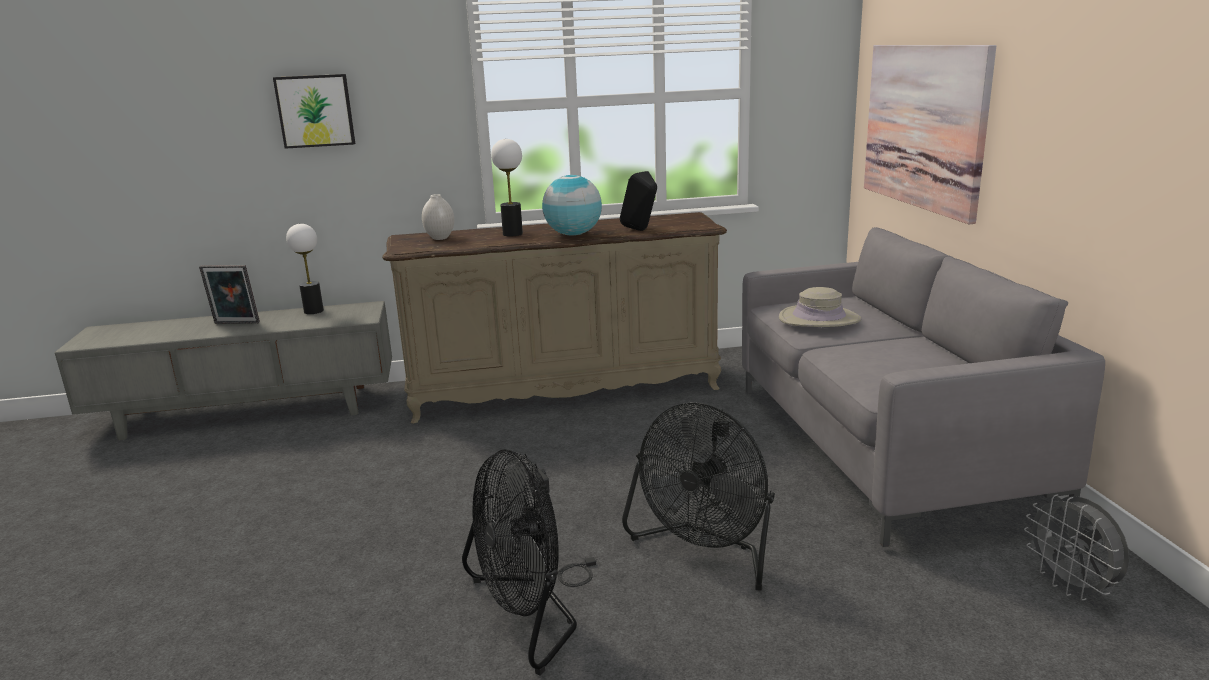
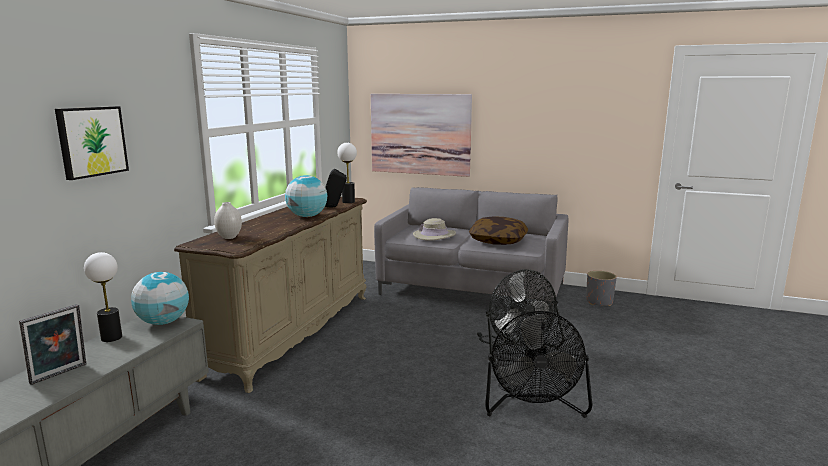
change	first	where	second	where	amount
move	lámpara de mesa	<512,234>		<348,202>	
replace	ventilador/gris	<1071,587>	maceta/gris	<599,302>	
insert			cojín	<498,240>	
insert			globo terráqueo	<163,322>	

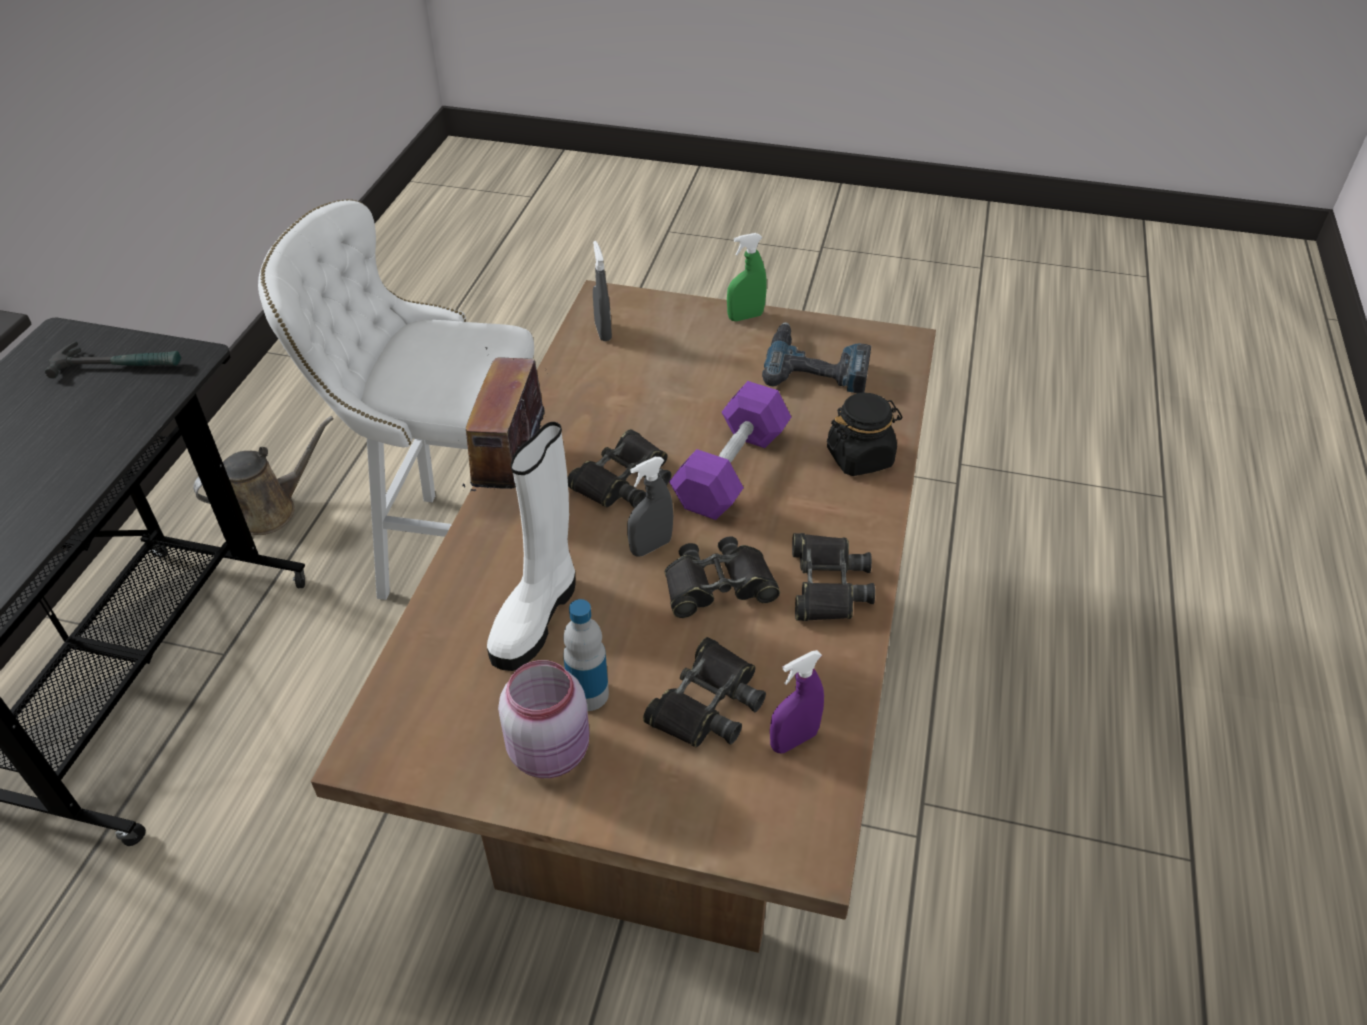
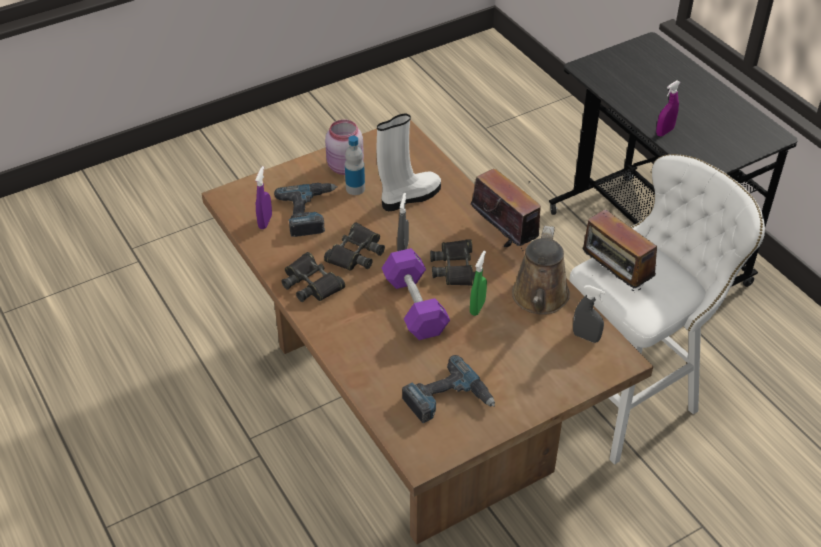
change	first	where	second	where	amount
move	pulverizador/verde	<745,317>		<477,307>	
delete	martillo	<119,365>			
delete	tarro/negro	<860,457>			
move	regadera/marrón	<269,510>		<539,299>	
rotate	bota/blanco	<536,616>		<409,197>	75 degrees clockwise
replace	prismáticos/negro	<707,703>	taladro	<309,212>	
insert			pulverizador/morado	<664,132>	
insert			radio	<614,279>	

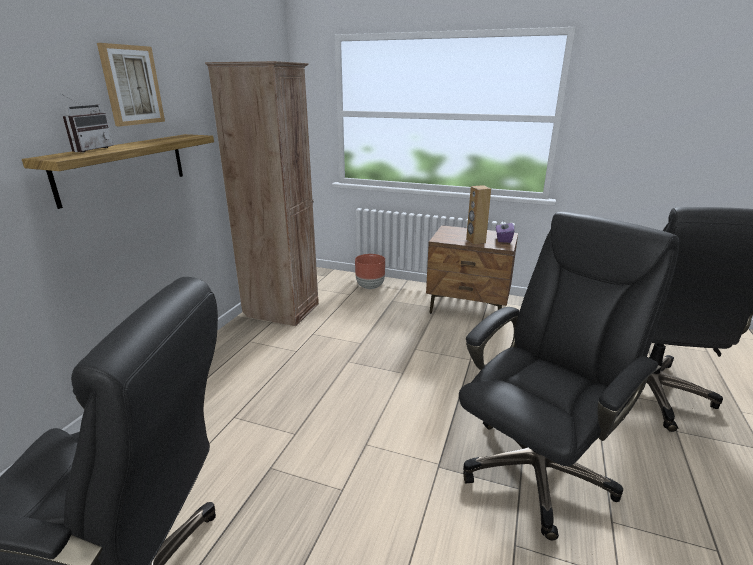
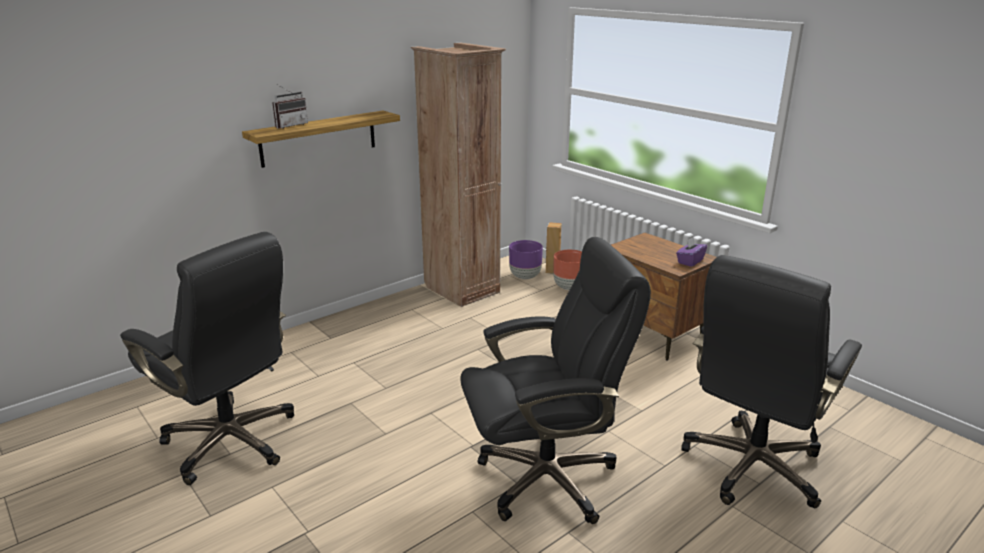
change	first	where	second	where	amount
delete	cuadro	<131,85>			
move	altavoz/marrón	<475,241>		<552,270>	
insert			maceta/morado	<525,277>	

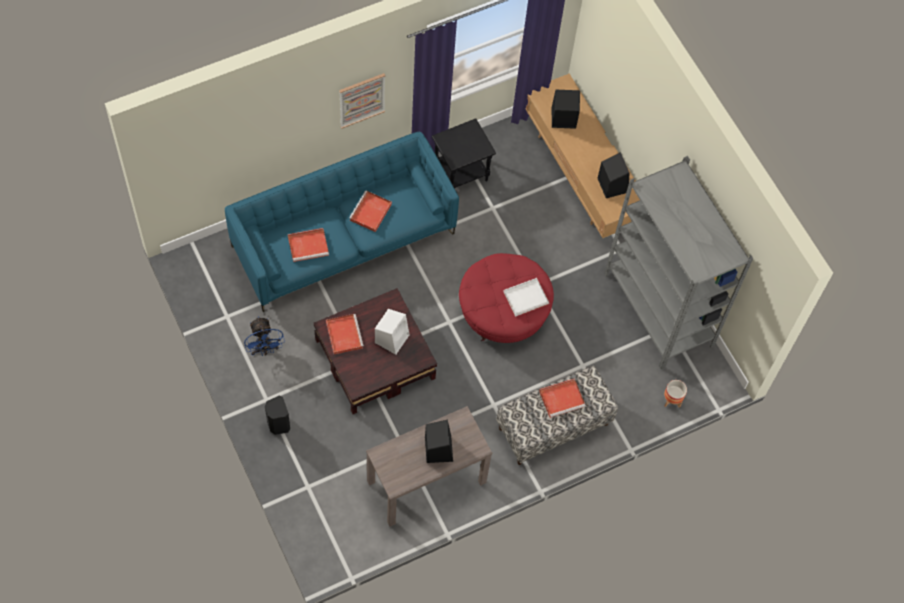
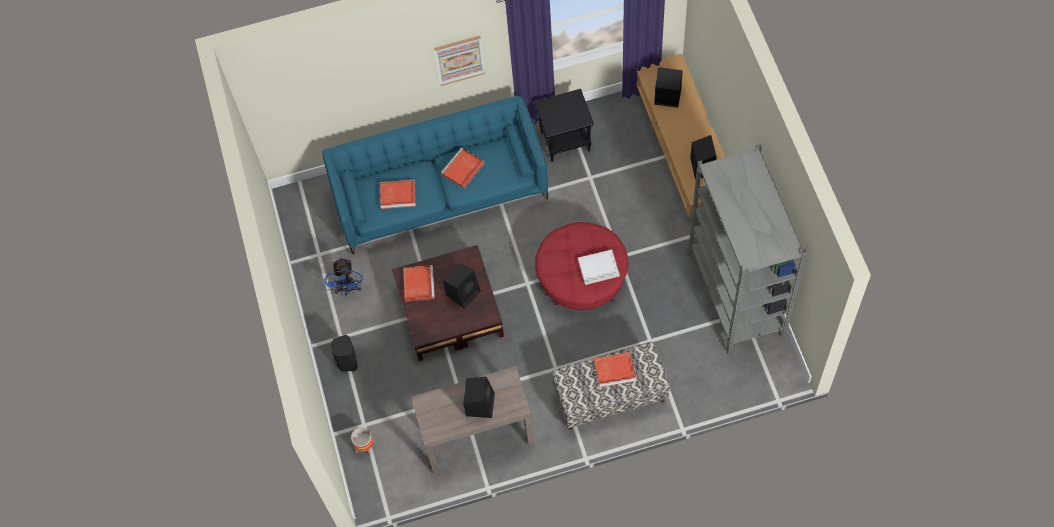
change	first	where	second	where	amount
recolor	altavoz/blanco	<392,338>	altavoz/negro	<463,292>	
move	maceta	<672,400>		<365,446>	

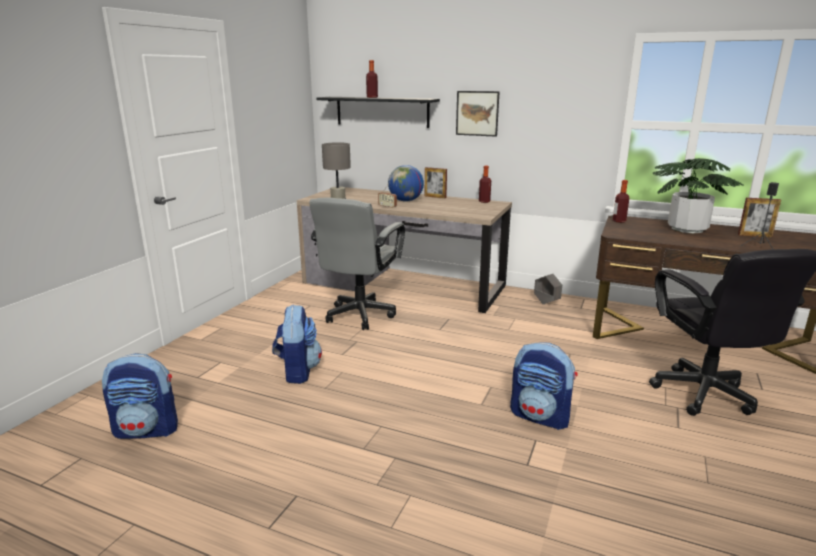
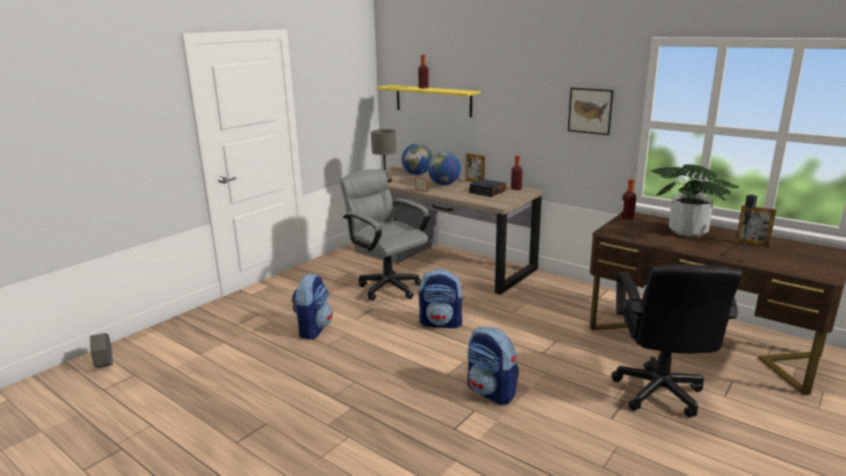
change	first	where	second	where	amount
move	cuadro	<477,113>		<590,111>	
recolor	estante/negro	<382,111>	estante/amarillo	<433,100>	
rotate	silla de oficina/gris	<359,317>		<386,288>	105 degrees clockwise
move	maceta/gris	<546,303>		<105,366>	
move	mochila	<147,430>		<441,323>	
insert			globo terráqueo	<417,174>	
insert			despertador	<488,192>	

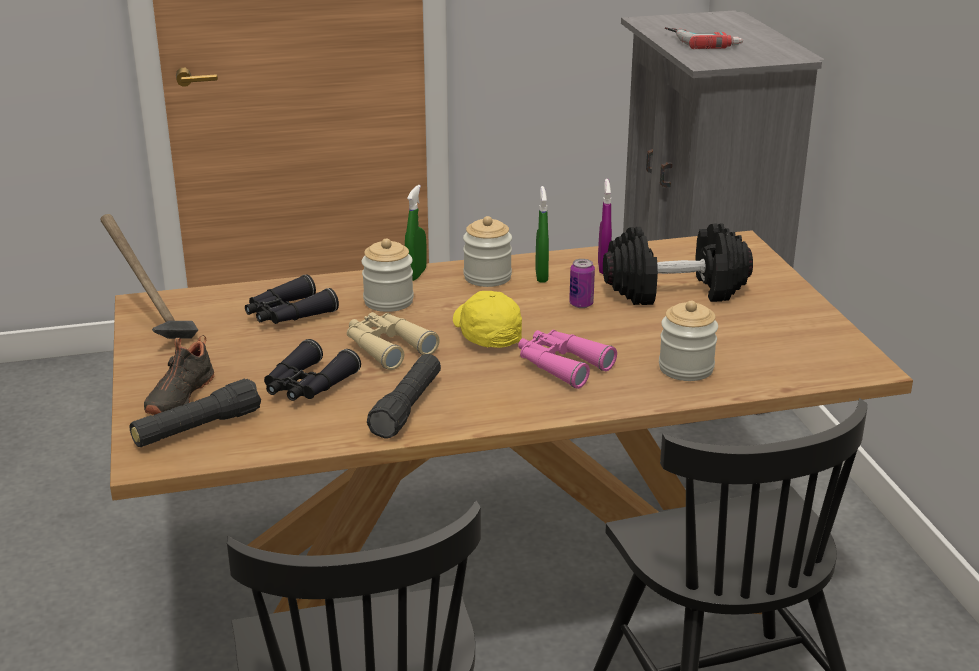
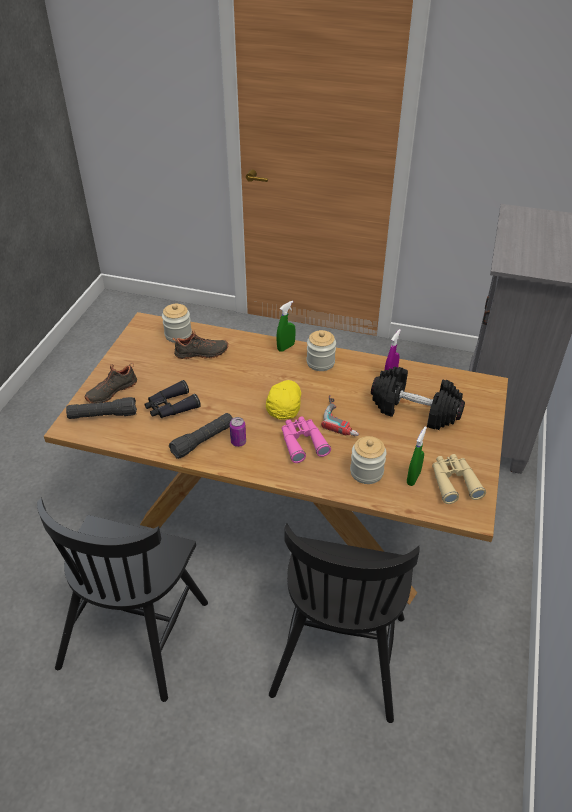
change	first	where	second	where	amount
move	taladro	<703,41>		<342,418>	
move	pulverizador/verde	<541,276>		<413,478>	
delete	martillo	<150,324>			
move	tarro	<388,301>		<178,335>	
move	lata	<581,304>		<238,442>	
replace	prismáticos/negro	<288,314>	zapato/negro	<201,354>	
move	prismáticos/beis	<387,347>		<453,482>	

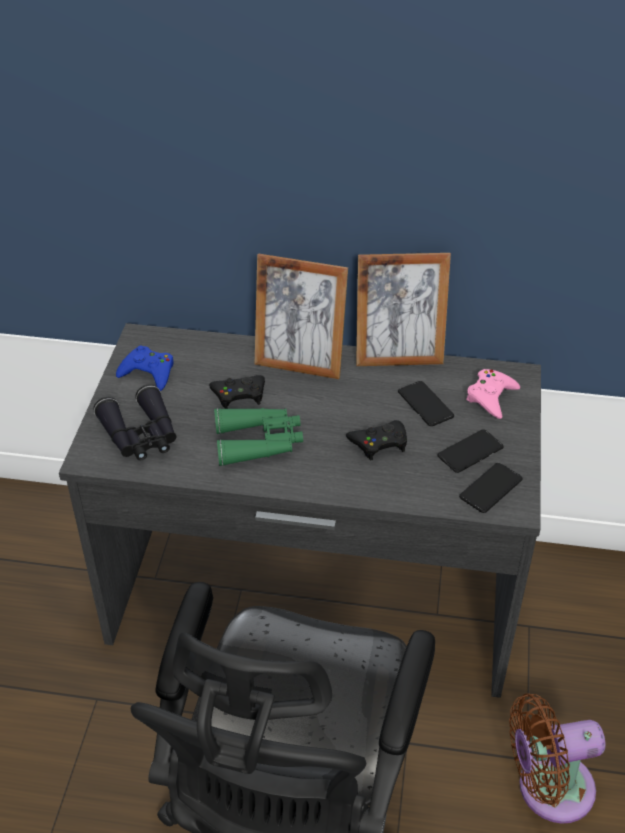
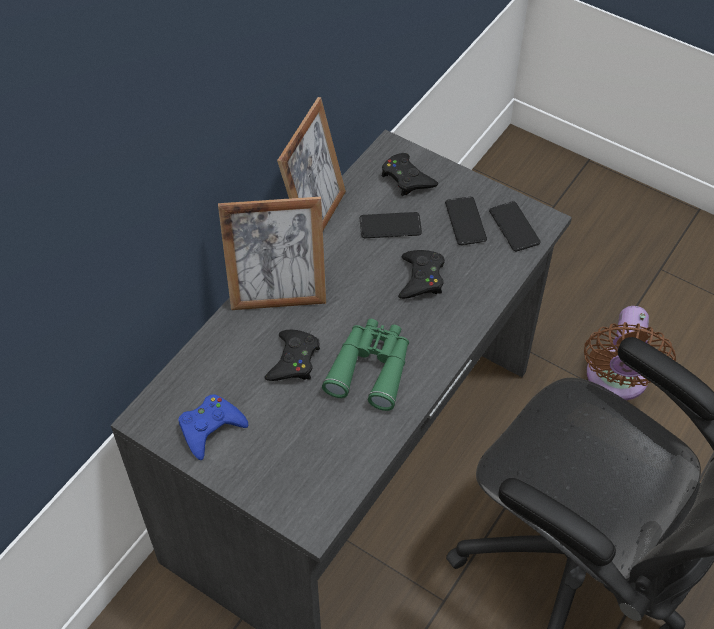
change	first	where	second	where	amount
rotate	portarretratos	<300,363>		<278,295>	45 degrees clockwise
recolor	mando de consola/rosa	<491,397>	mando de consola/negro	<407,178>	
delete	prismáticos/negro	<141,435>			

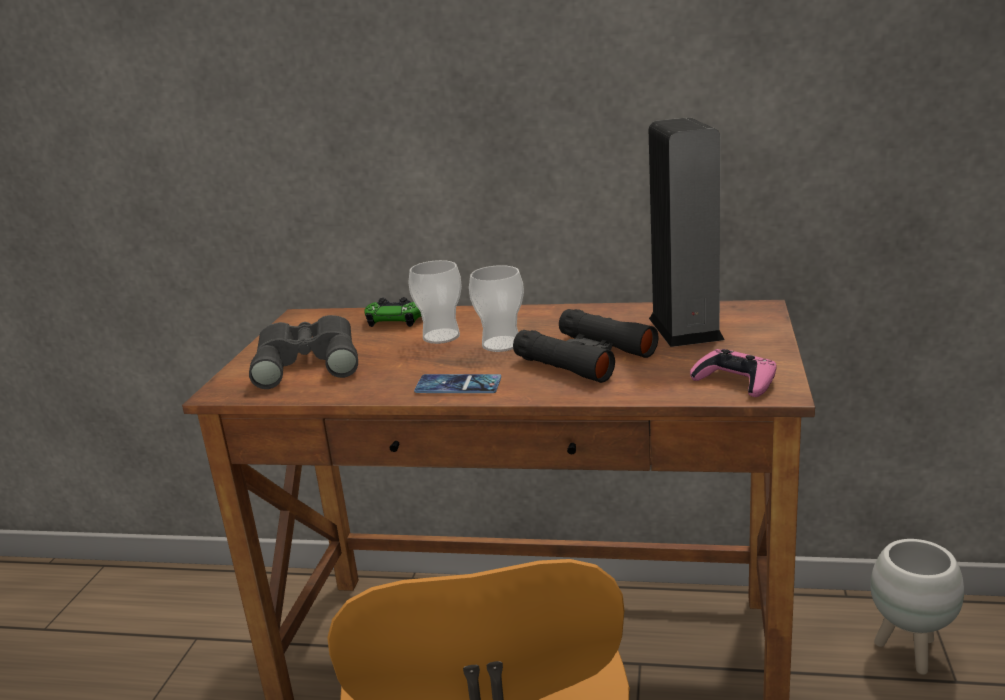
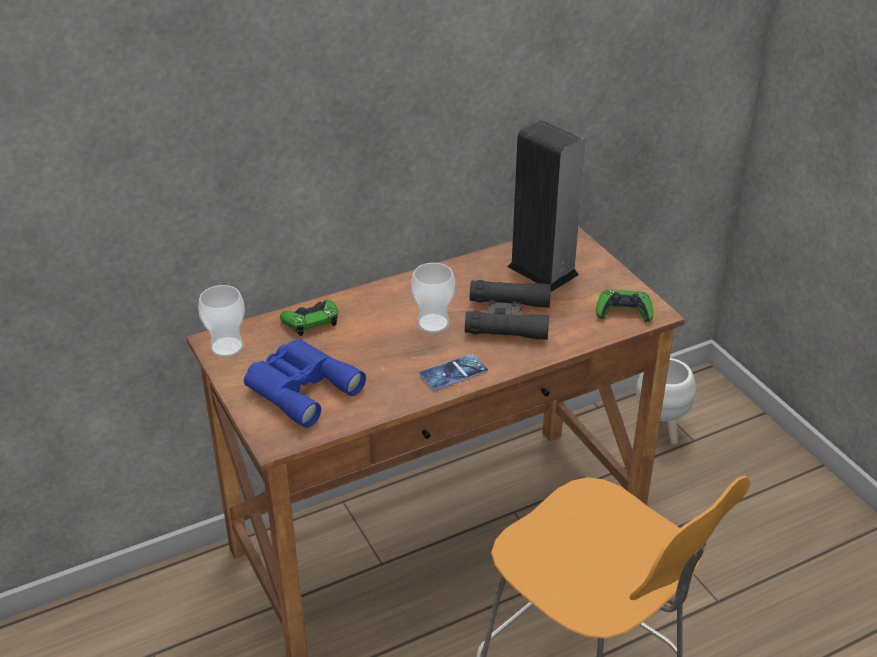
change	first	where	second	where	amount
move	taza	<441,336>		<227,347>	
recolor	prismáticos/gris	<308,360>	prismáticos/azul	<300,387>	
recolor	mando de consola/rosa	<735,381>	mando de consola/verde	<623,311>	

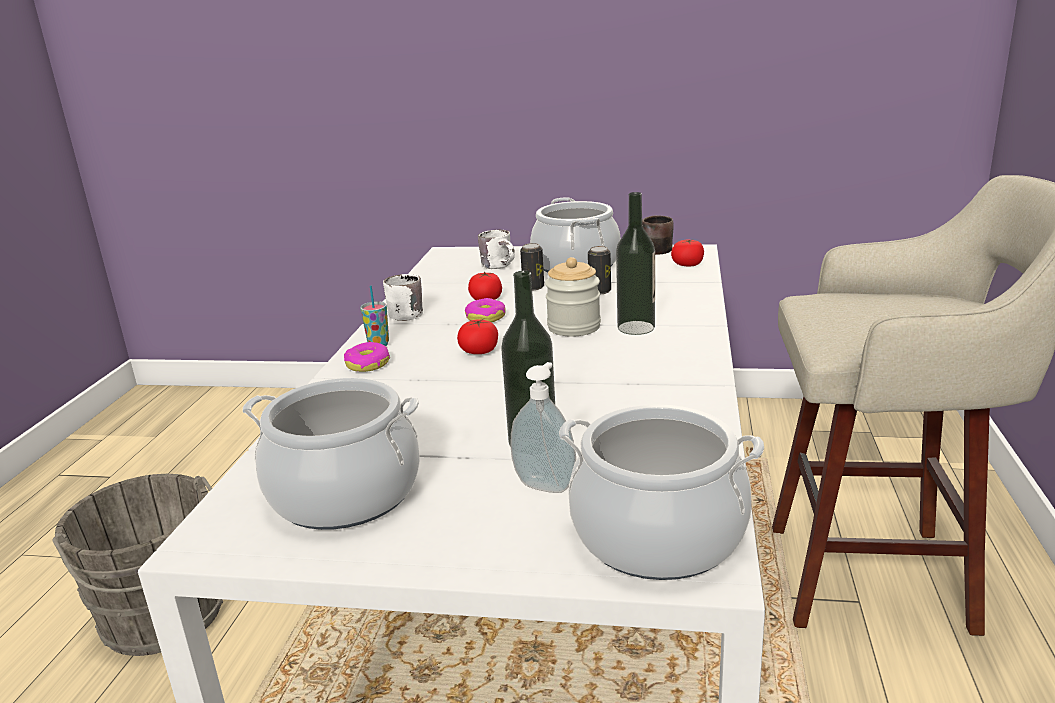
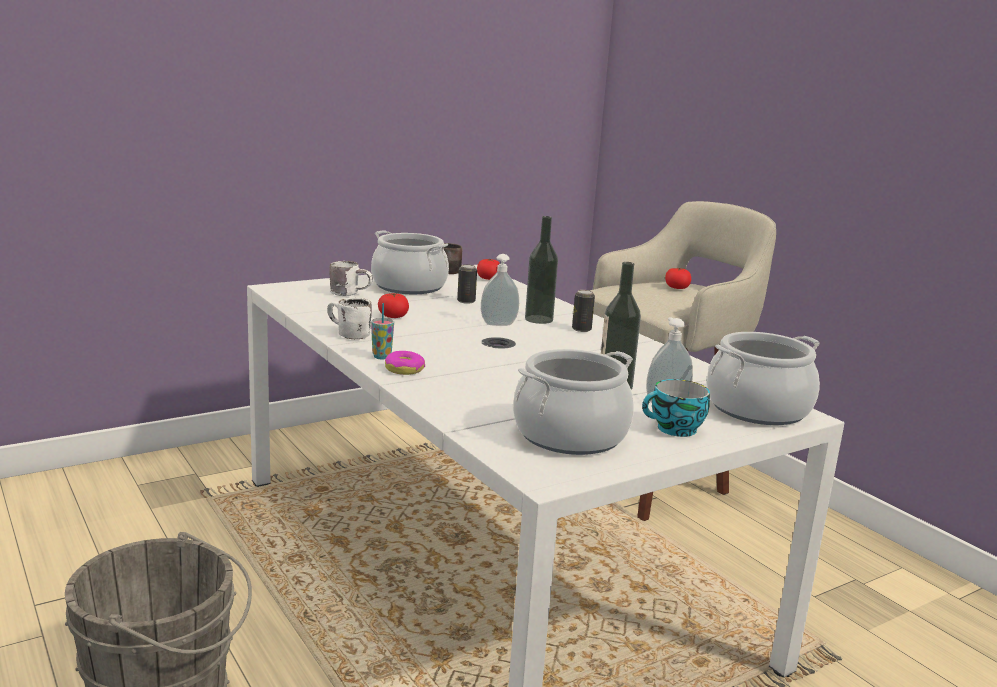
change	first	where	second	where	amount
move	lata	<533,287>		<581,329>	
replace	tarro	<574,327>	dispensador de jabón	<499,325>	
delete	rosquilla	<485,317>			
move	tomate	<479,350>		<677,287>	
insert			taza	<674,430>	

